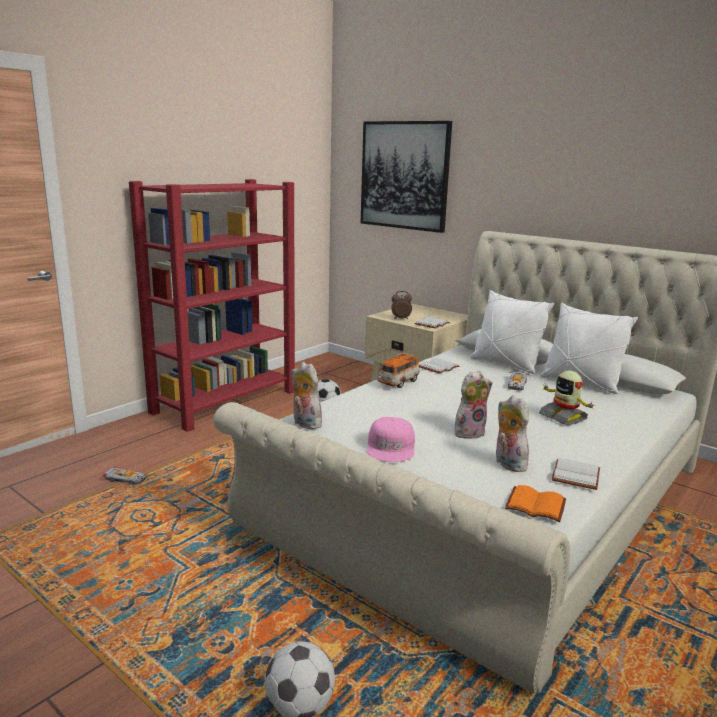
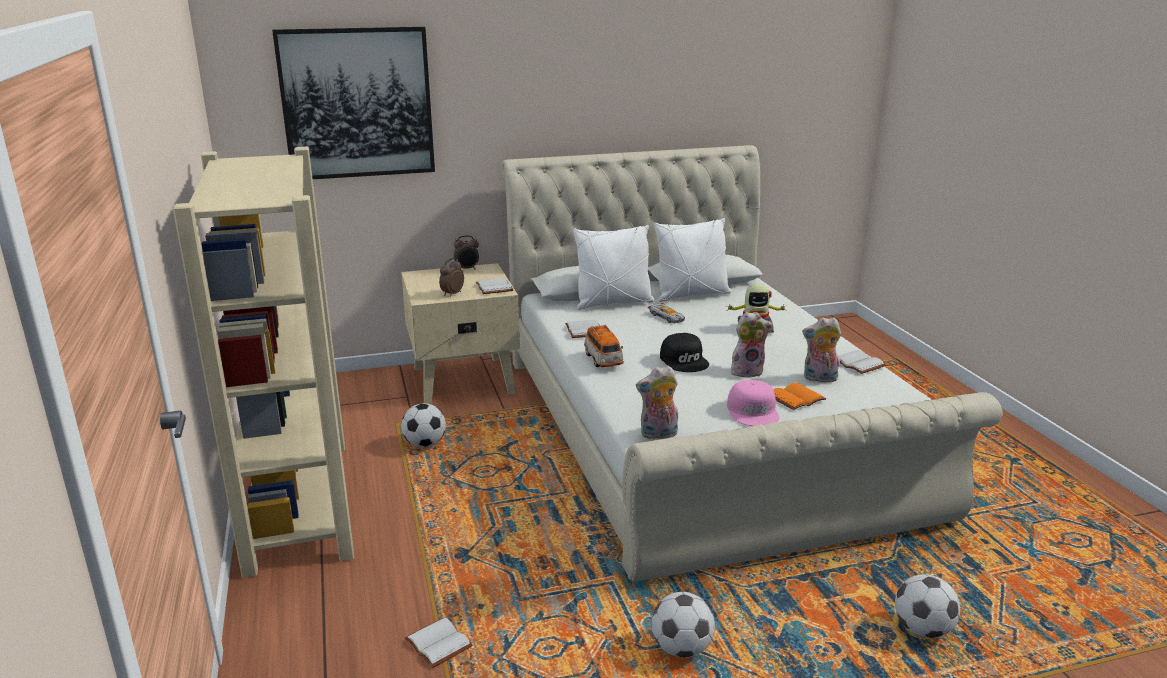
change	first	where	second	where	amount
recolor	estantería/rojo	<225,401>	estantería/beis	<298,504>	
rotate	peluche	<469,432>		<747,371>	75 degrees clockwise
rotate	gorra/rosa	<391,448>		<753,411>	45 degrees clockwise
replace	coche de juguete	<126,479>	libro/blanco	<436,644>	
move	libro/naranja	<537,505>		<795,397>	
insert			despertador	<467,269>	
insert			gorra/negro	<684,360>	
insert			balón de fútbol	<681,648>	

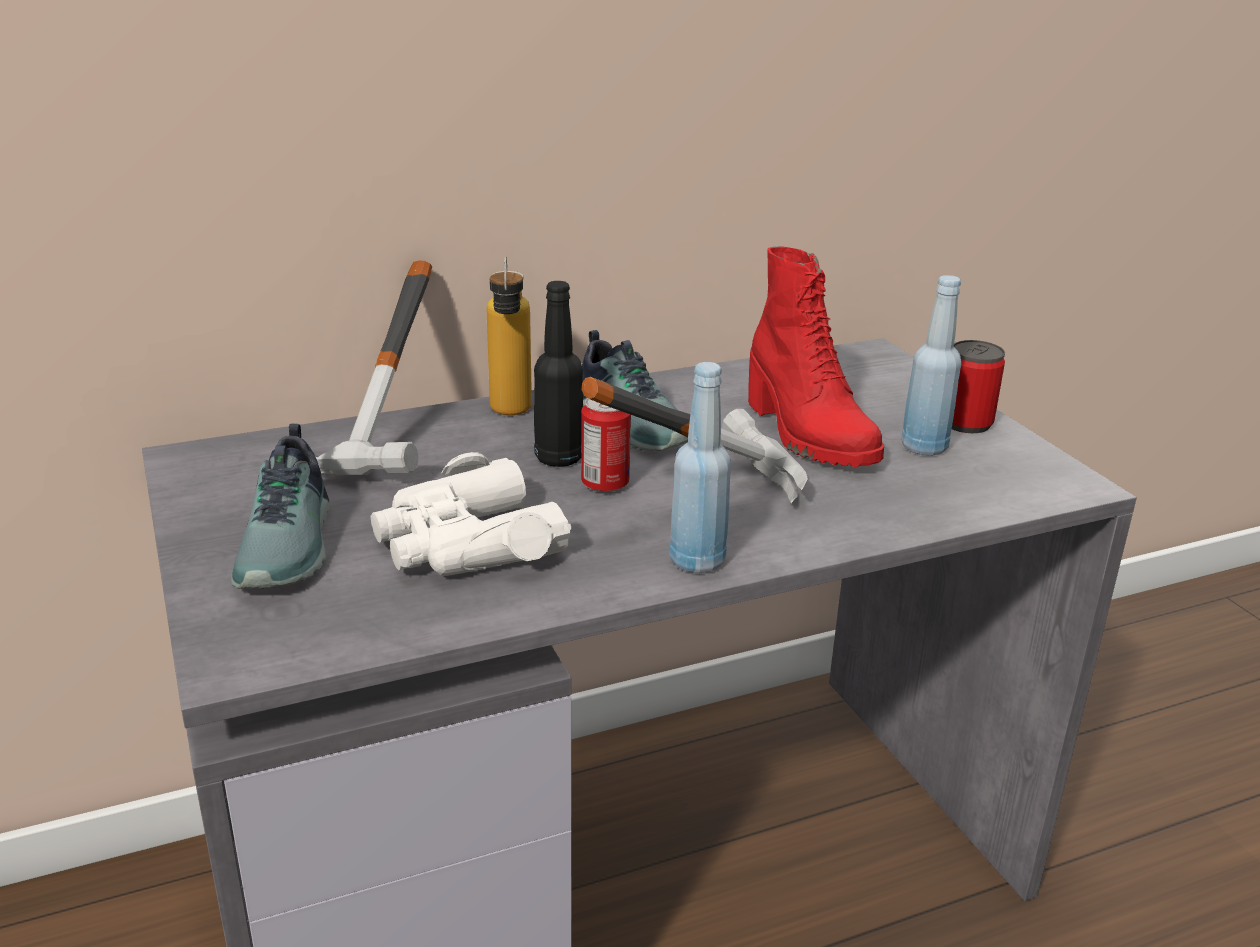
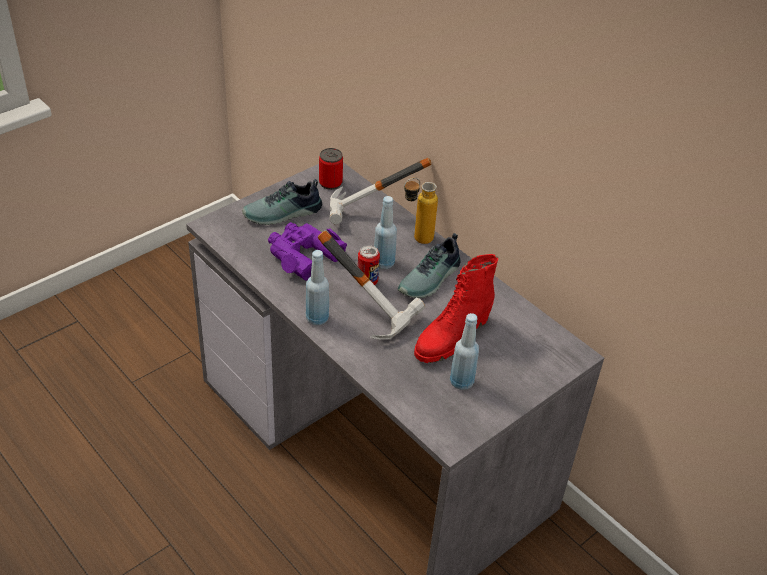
change	first	where	second	where	amount
recolor	botella/negro	<559,458>	botella/azul	<384,263>	
move	lata	<966,423>		<330,183>	
recolor	prismáticos/blanco	<466,543>	prismáticos/morado	<302,255>	

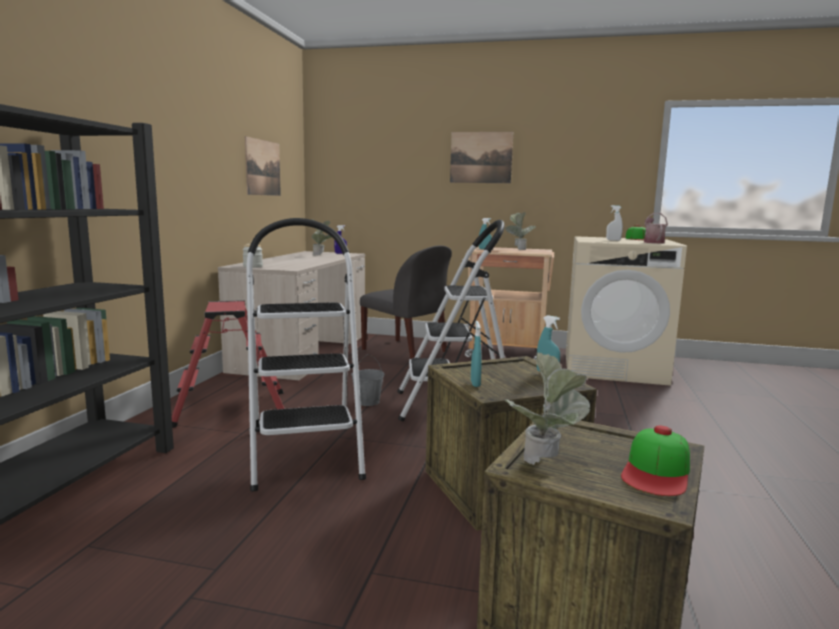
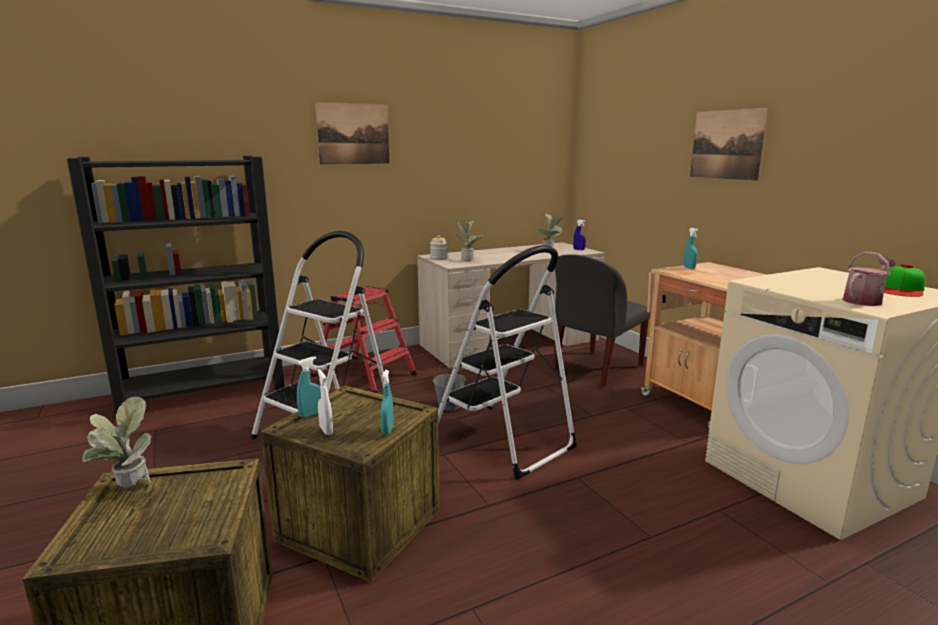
change	first	where	second	where	amount
move	cuadro	<263,167>		<353,134>	
move	pulverizador/blanco	<613,240>		<326,430>	
move	planta en maceta	<518,249>		<468,259>	
rotate	silla/gris	<406,351>		<596,368>	45 degrees clockwise
delete	gorra	<657,471>			

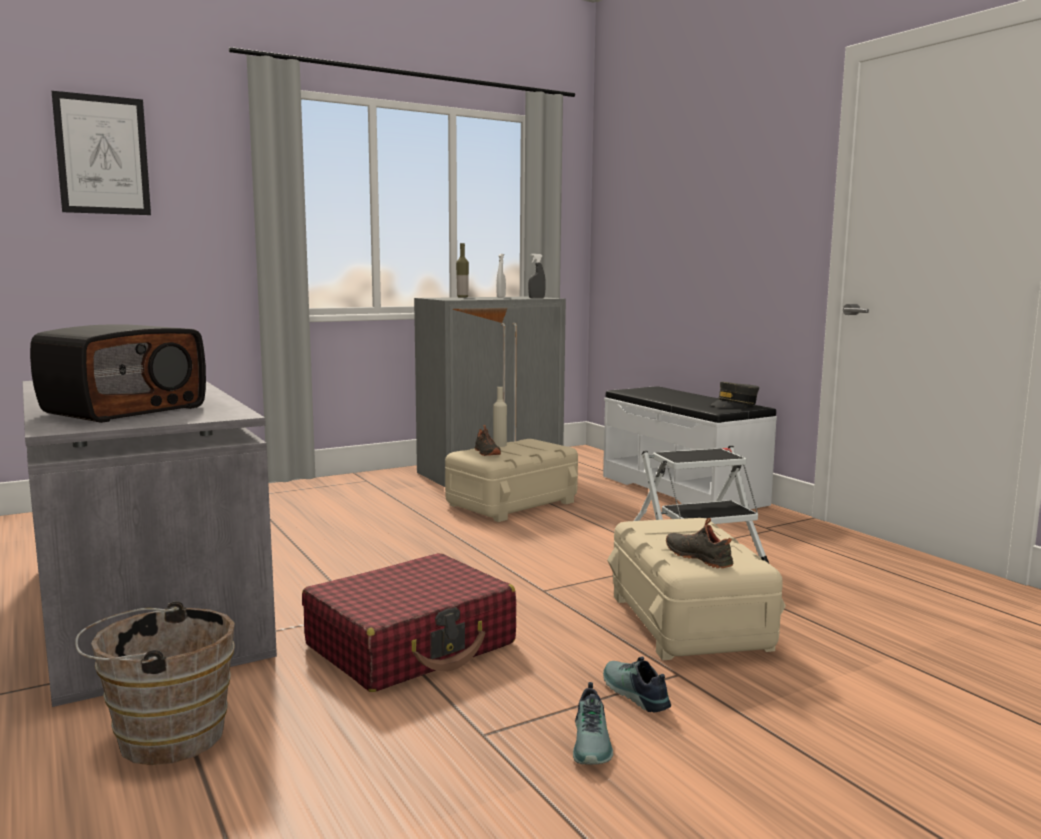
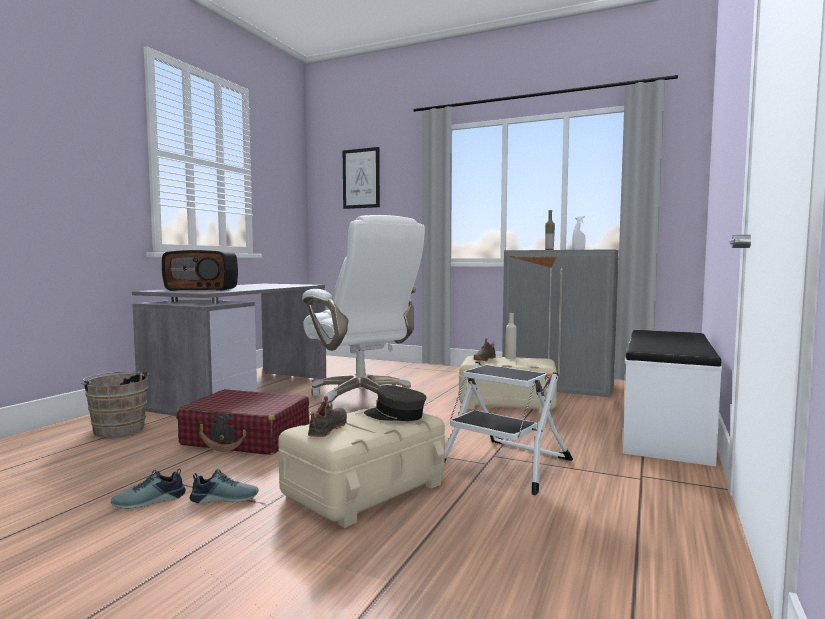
change	first	where	second	where	amount
delete	pulverizador/gris	<536,298>			
move	gorra/gris	<734,404>		<395,415>	
rotate	zapato	<633,694>		<225,498>	60 degrees clockwise
insert			silla de oficina/blanco	<362,401>	

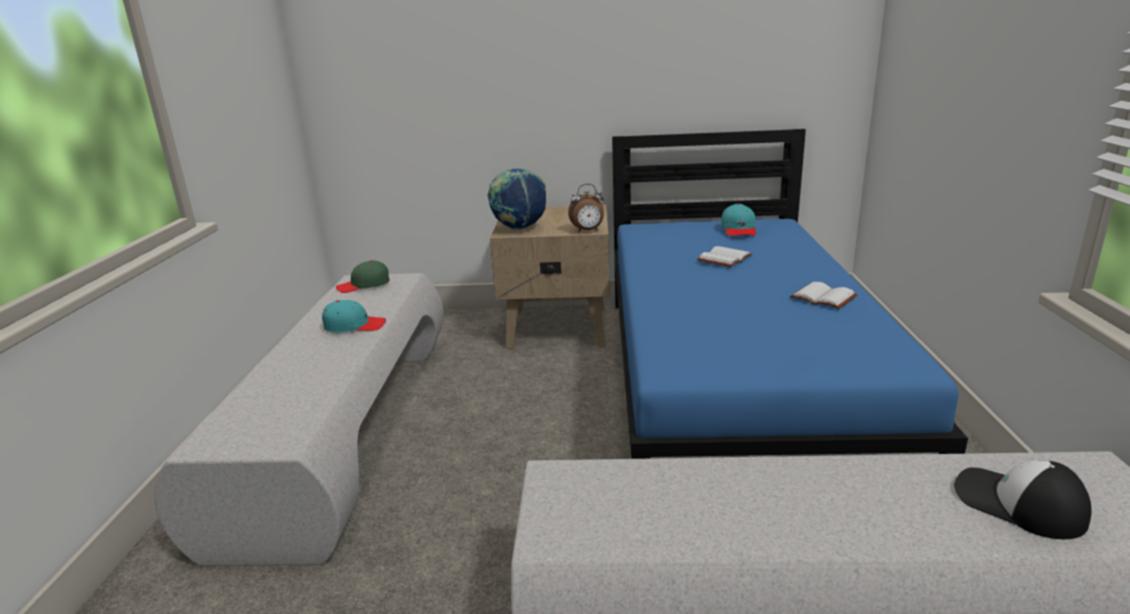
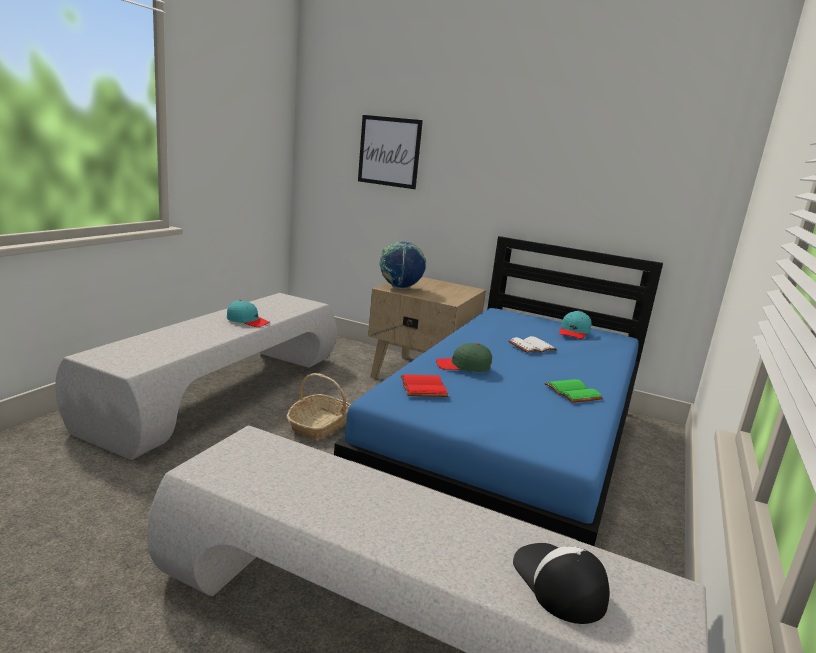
change	first	where	second	where	amount
delete	despertador	<587,231>			
move	gorra/verde	<364,285>		<463,366>	
recolor	libro/blanco	<825,297>	libro/verde	<574,393>	
insert			cuadro	<389,151>	
insert			cesta	<320,425>	
insert			libro/rojo	<421,387>	

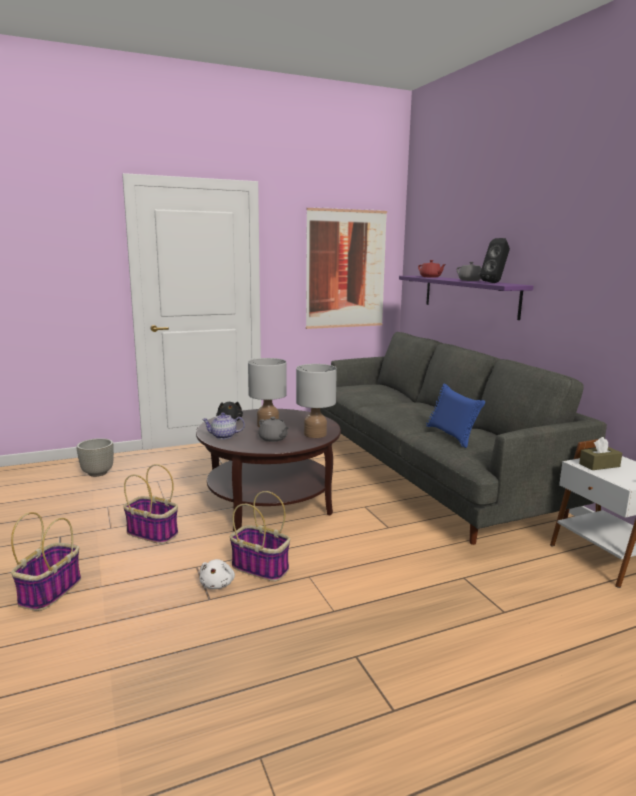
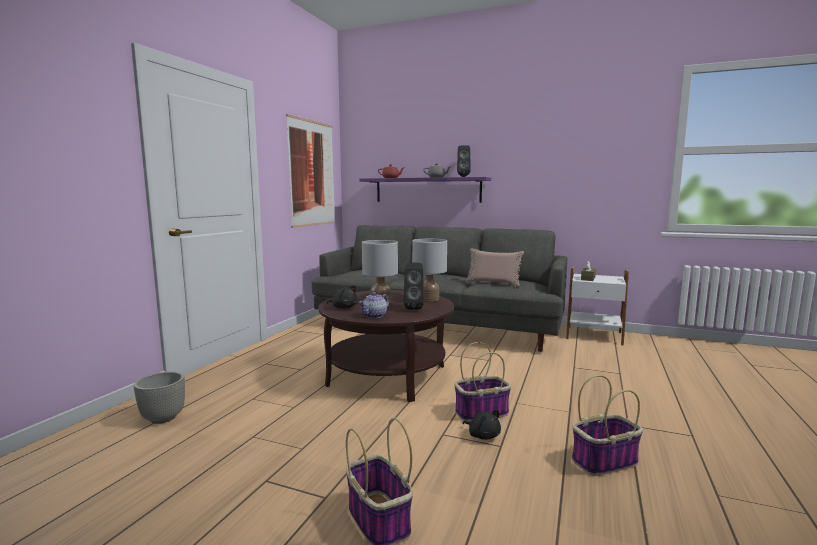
change	first	where	second	where	amount
recolor	cojín/azul	<452,436>	cojín/beis	<493,283>	
replace	tetera/gris	<273,439>	altavoz/negro	<413,308>	
move	cesta	<153,533>		<604,461>	
recolor	peluche/blanco	<217,584>	peluche/negro	<483,435>	

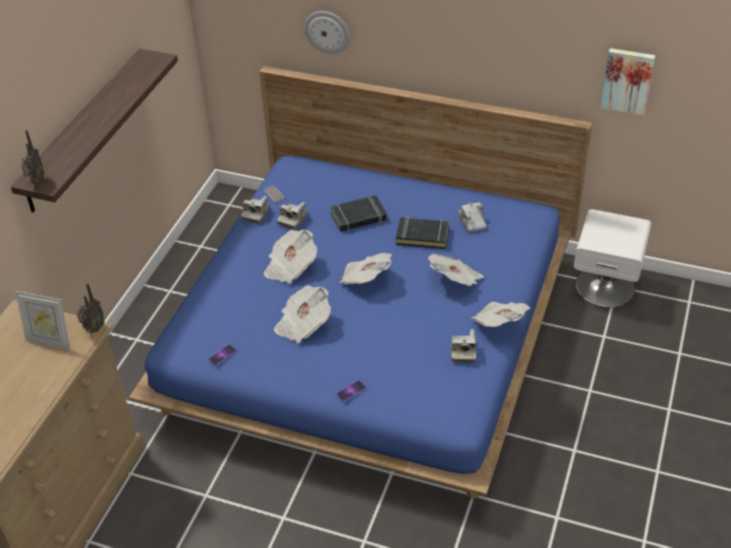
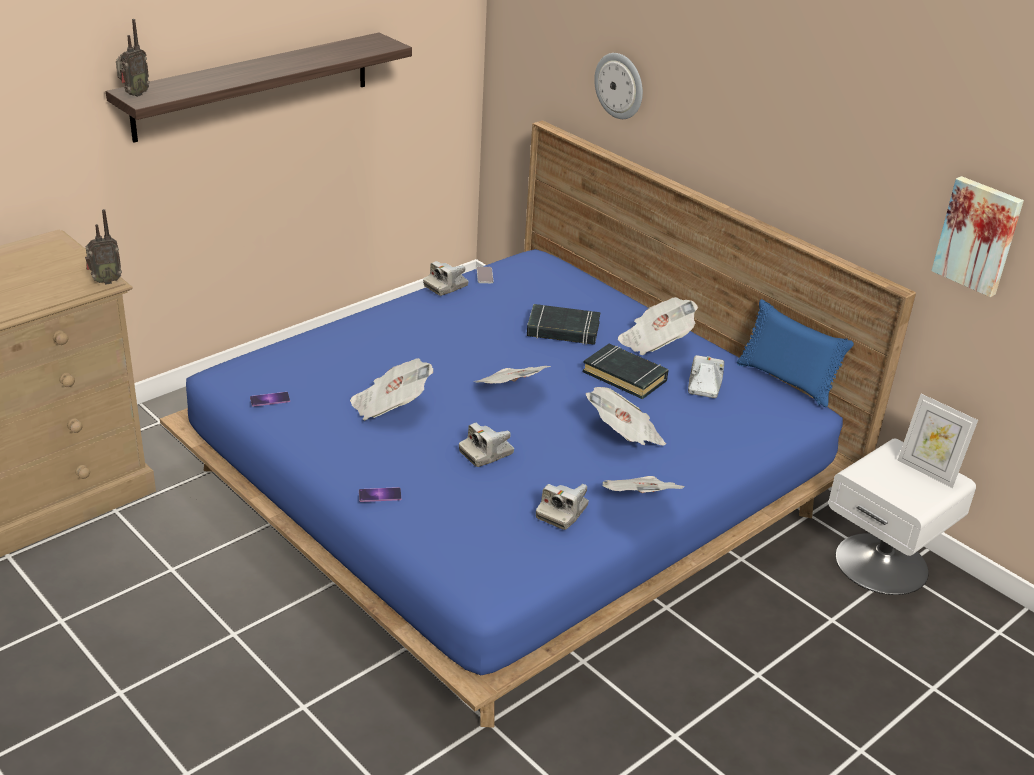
change	first	where	second	where	amount
move	cámara	<293,219>		<486,453>	
move	periódico	<290,267>		<655,342>	
move	portarretratos	<50,342>		<927,471>	
insert			cojín/azul	<787,381>	

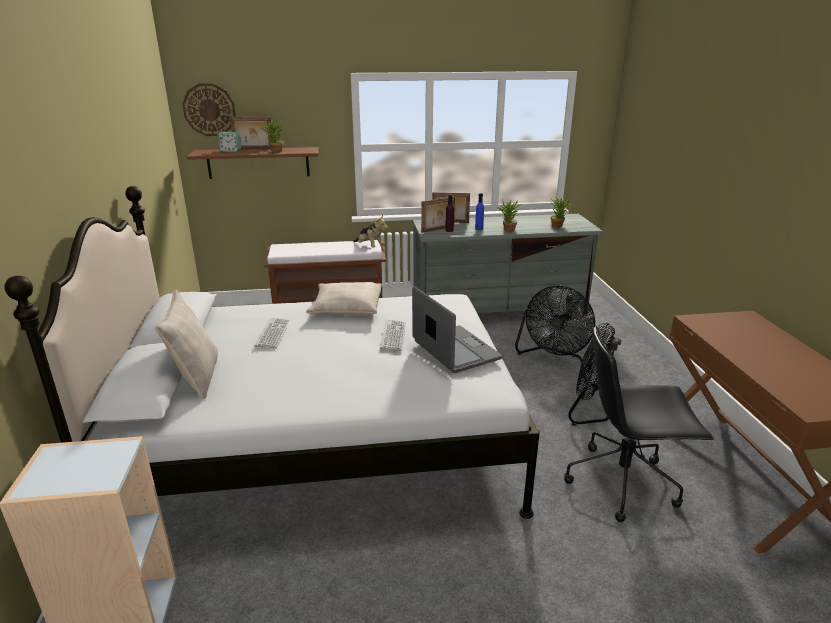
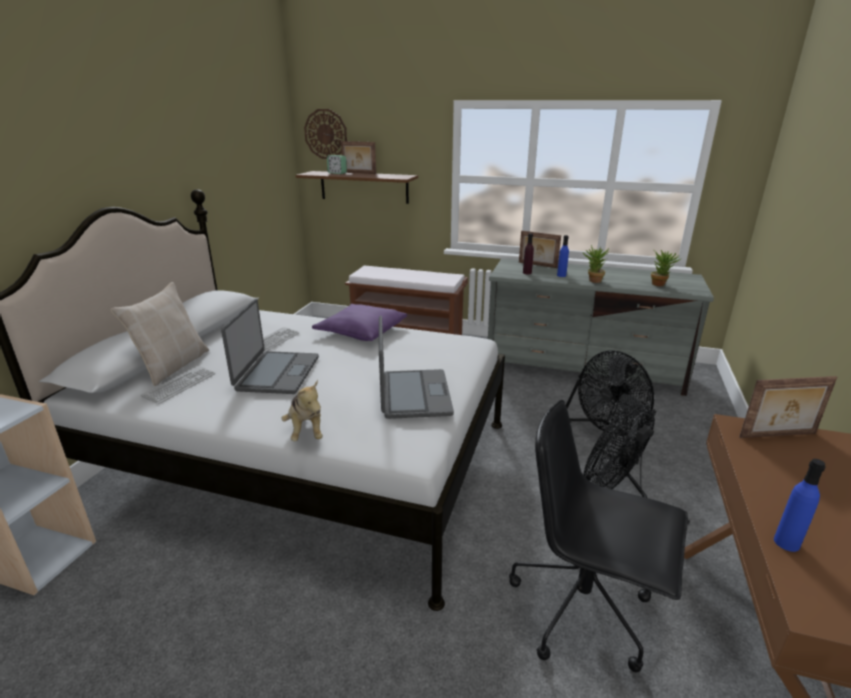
change	first	where	second	where	amount
delete	planta en maceta	<275,152>			
move	portarretratos	<438,229>		<778,436>	
move	peluche	<370,247>		<306,431>	
recolor	cojín/beis	<346,307>	cojín/morado	<361,330>	
move	teclado	<393,336>		<180,385>	
insert			portátil	<277,373>	
insert			botella/azul	<786,543>	

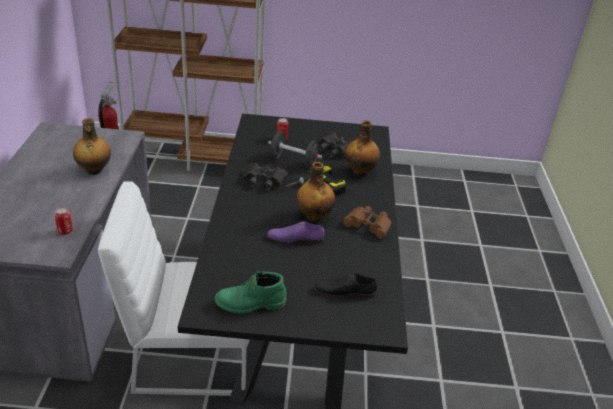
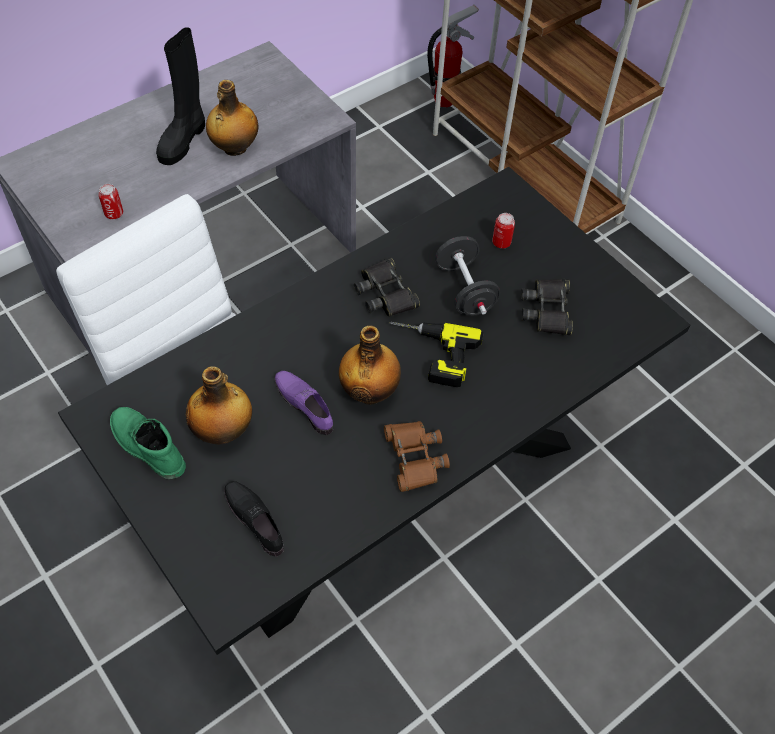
change	first	where	second	where	amount
move	botella	<360,171>		<223,432>	
insert			bota/negro	<183,140>	

